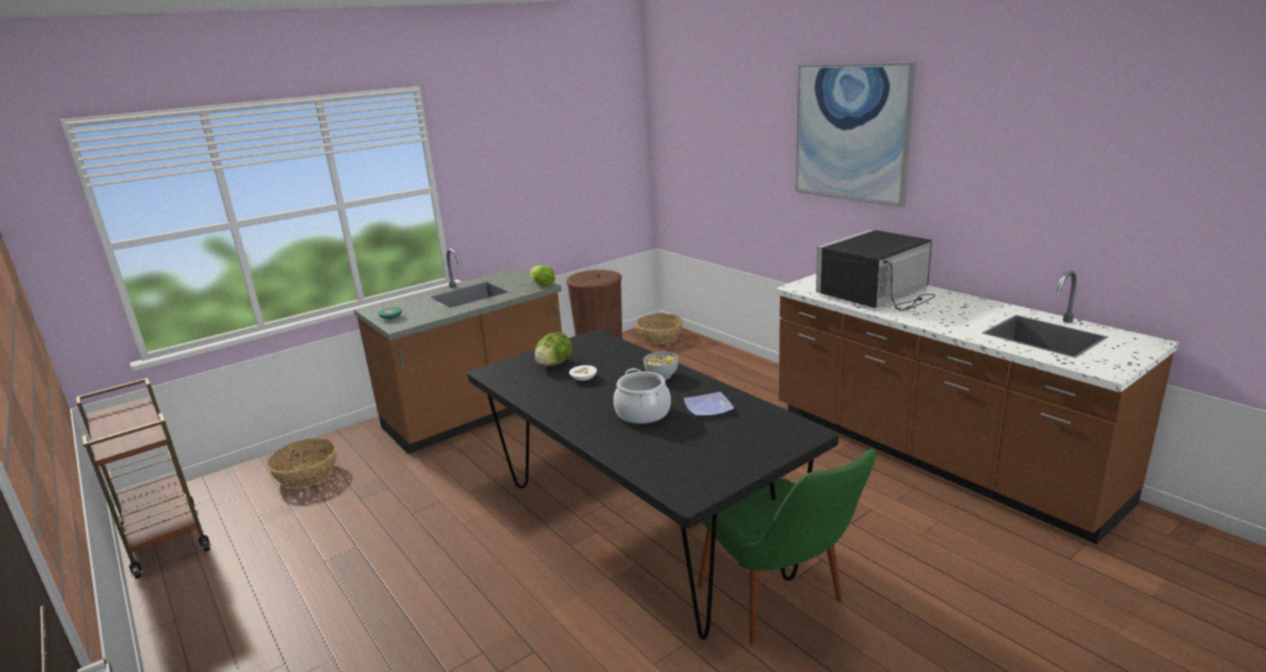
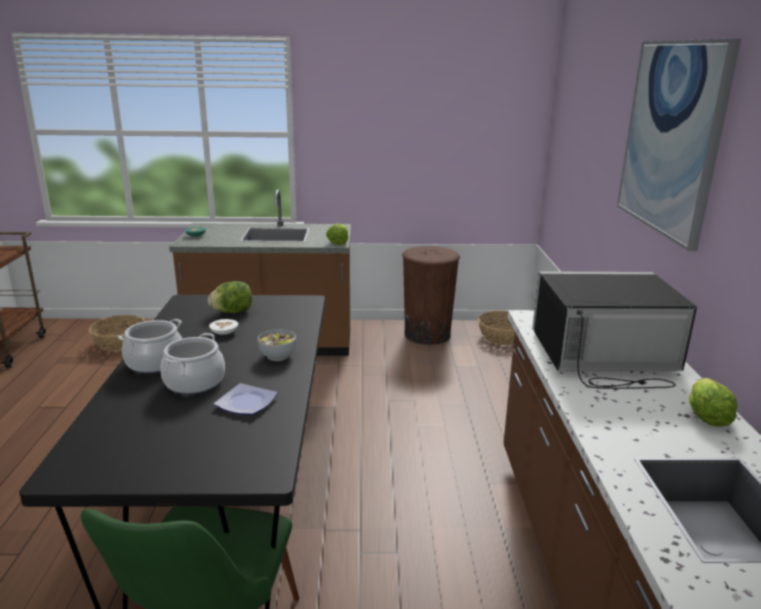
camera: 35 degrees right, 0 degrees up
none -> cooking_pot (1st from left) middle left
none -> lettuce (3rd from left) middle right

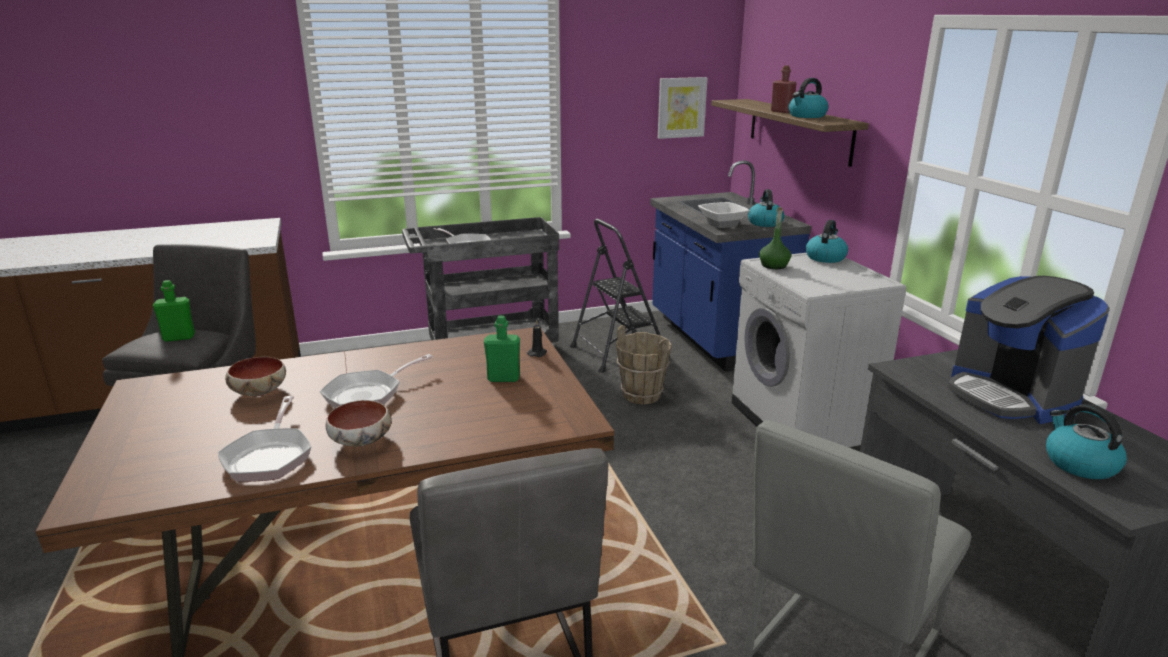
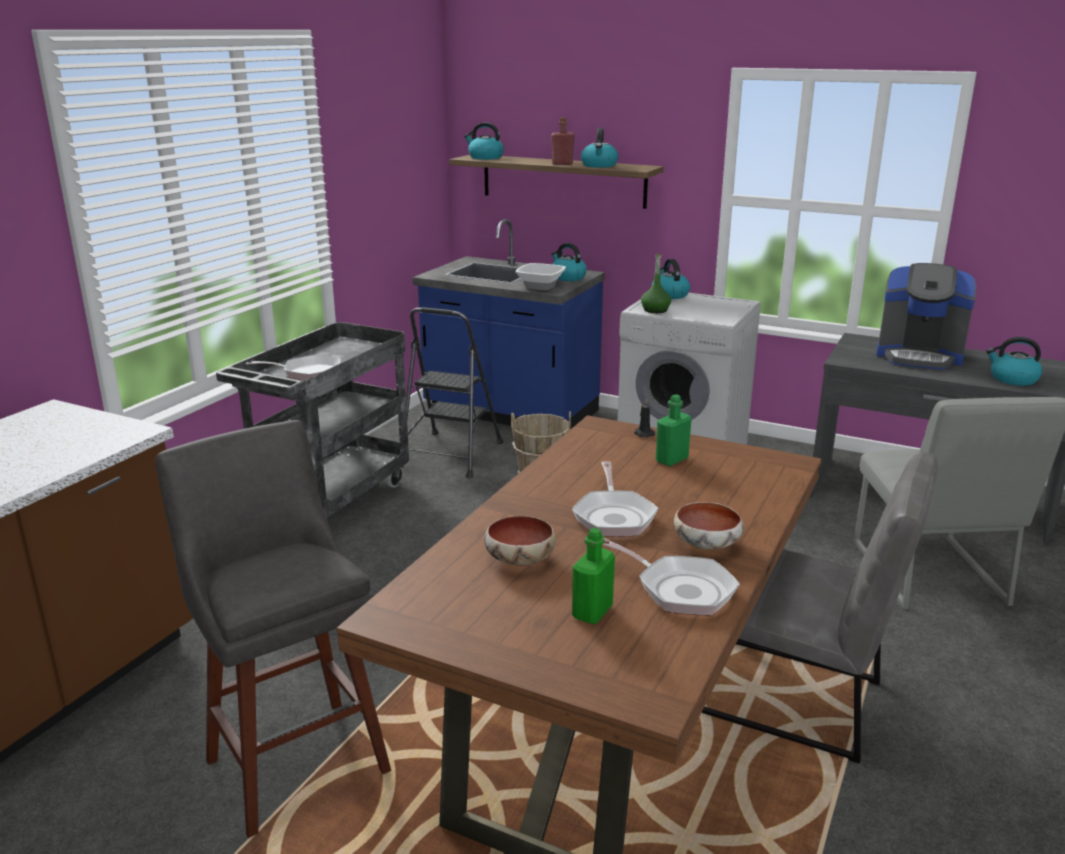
camera: 45 degrees left, 0 degrees up
picture top centre -> none
none -> kettle (1st from left) top centre
green_bottle (1st from left) middle left -> green_bottle (1st from left) bottom centre, move

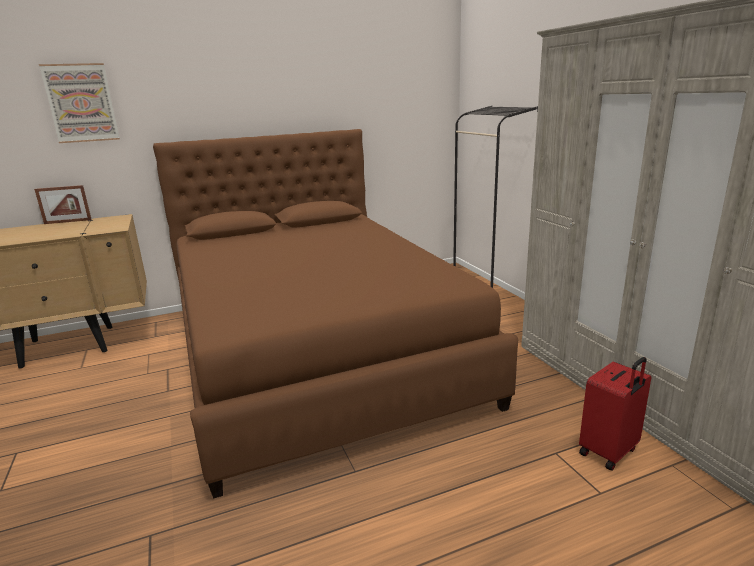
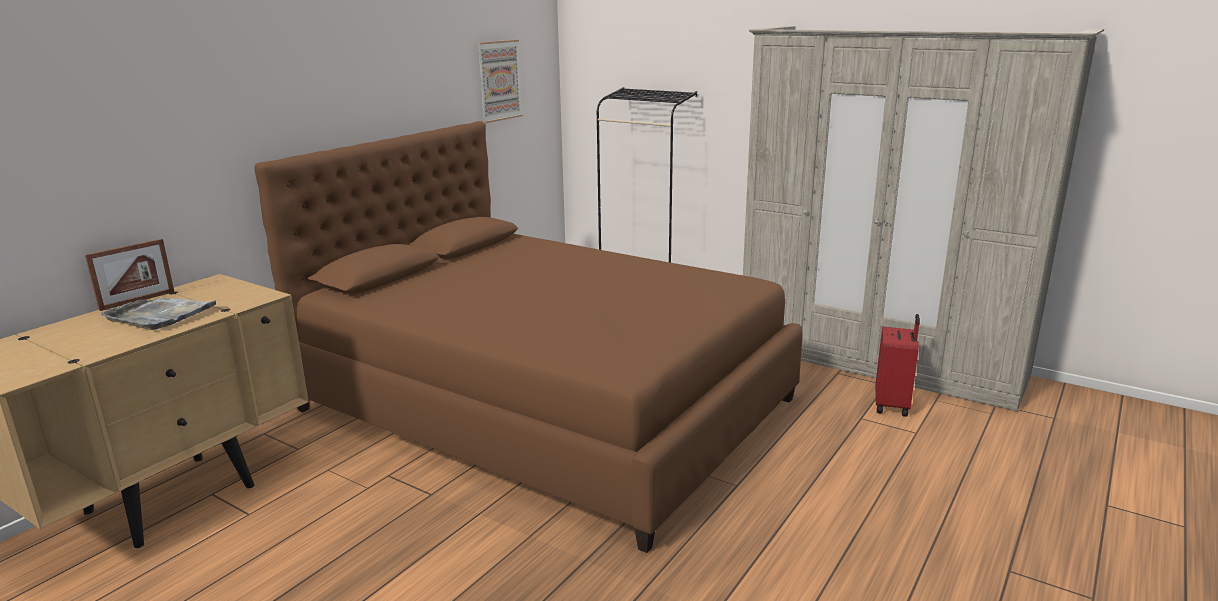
camera: 35 degrees left, 0 degrees up
none -> grey_tray middle left
picture top left -> picture top centre, move

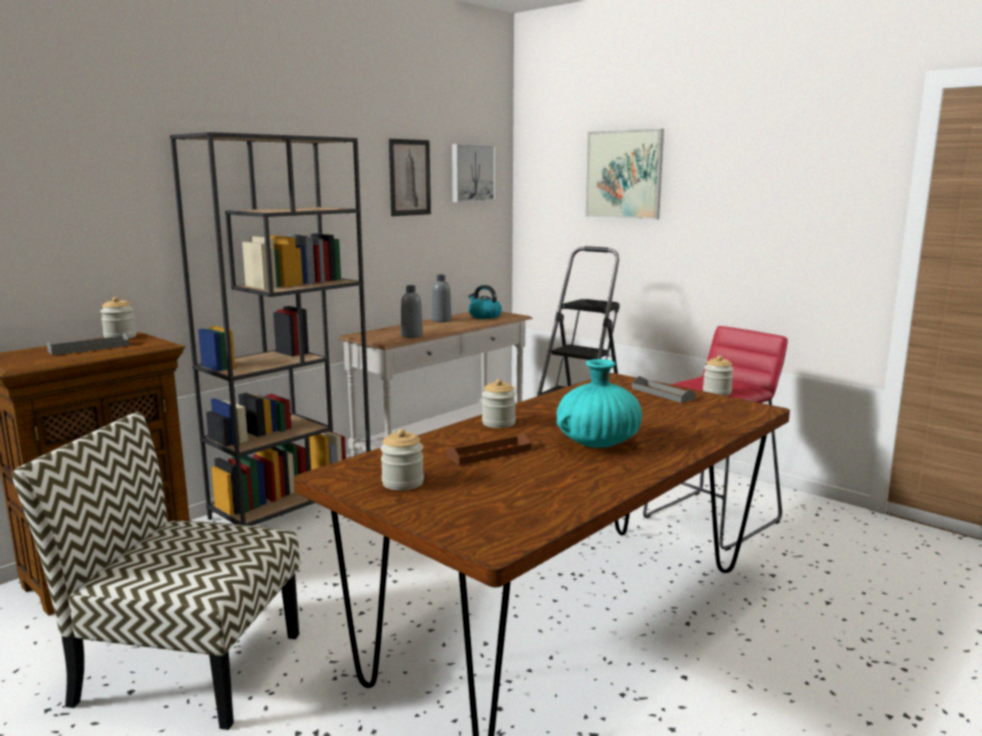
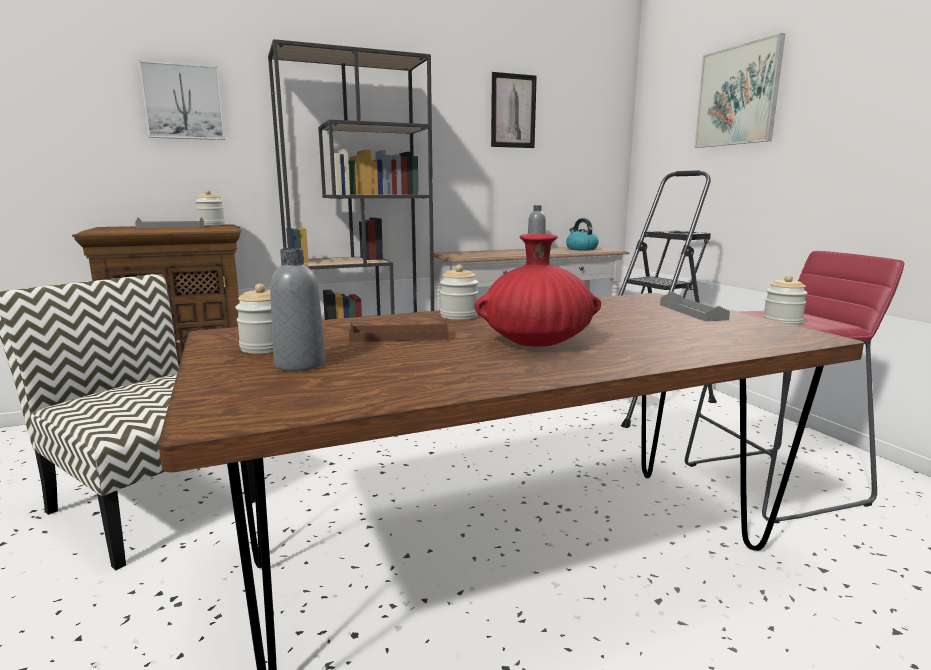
camera: 25 degrees right, 0 degrees up
grey_bottle (1st from left) centre -> grey_bottle (1st from left) middle left, move
picture (2nd from left in the first image) top centre -> picture (1st from left) top left, move
turquoise_vase centre -> red_vase centre

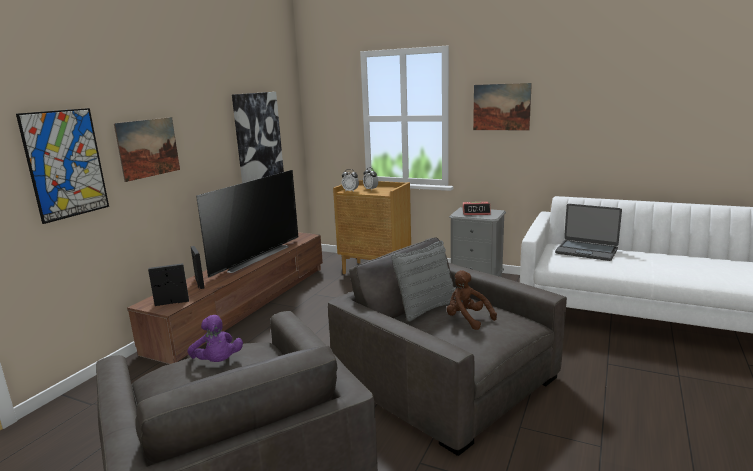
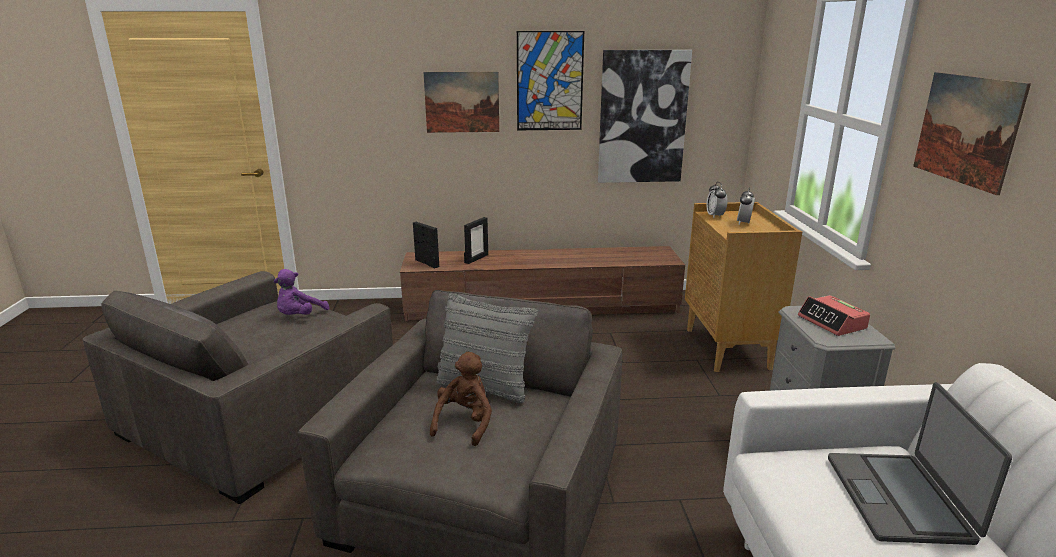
camera: 60 degrees right, 5 degrees up
television middle left -> none
picture (1st from left in the first image) middle left -> picture (2nd from left) top centre, move

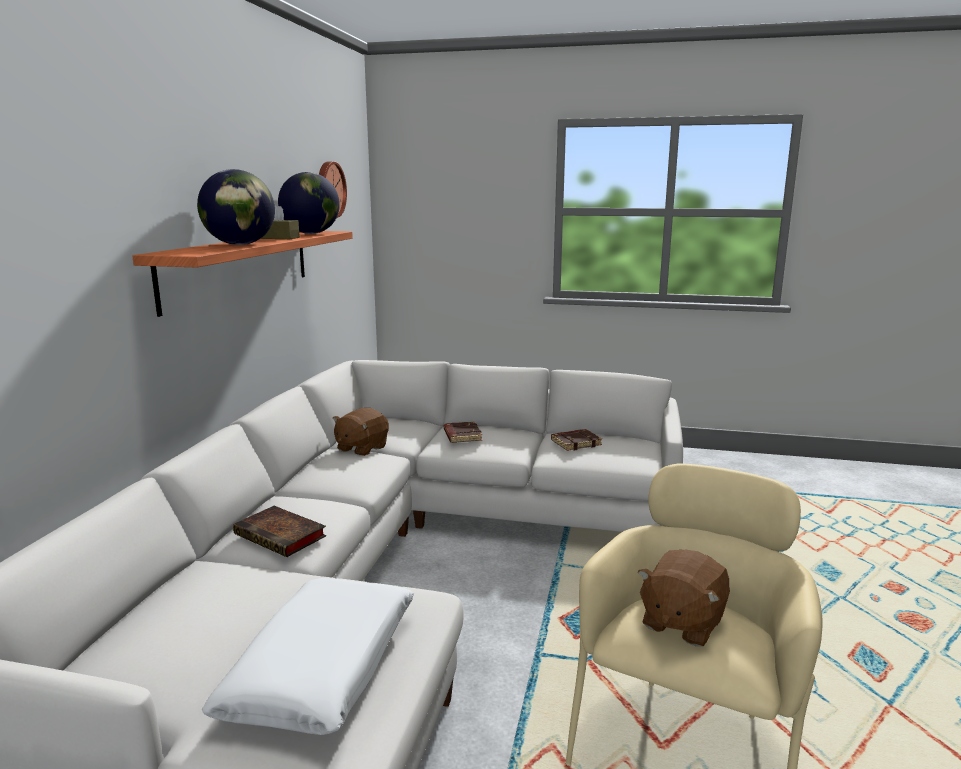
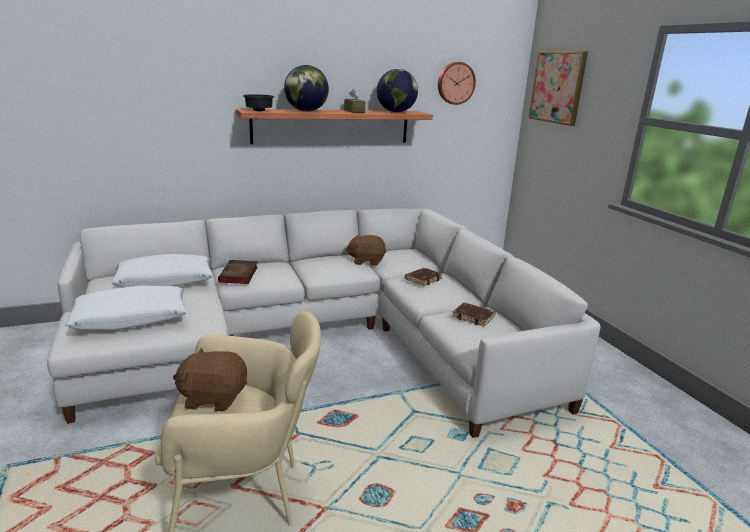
camera: 55 degrees right, 5 degrees up
none -> white_pillow (2nd from left) middle left
none -> black_bowl top centre
none -> picture top right

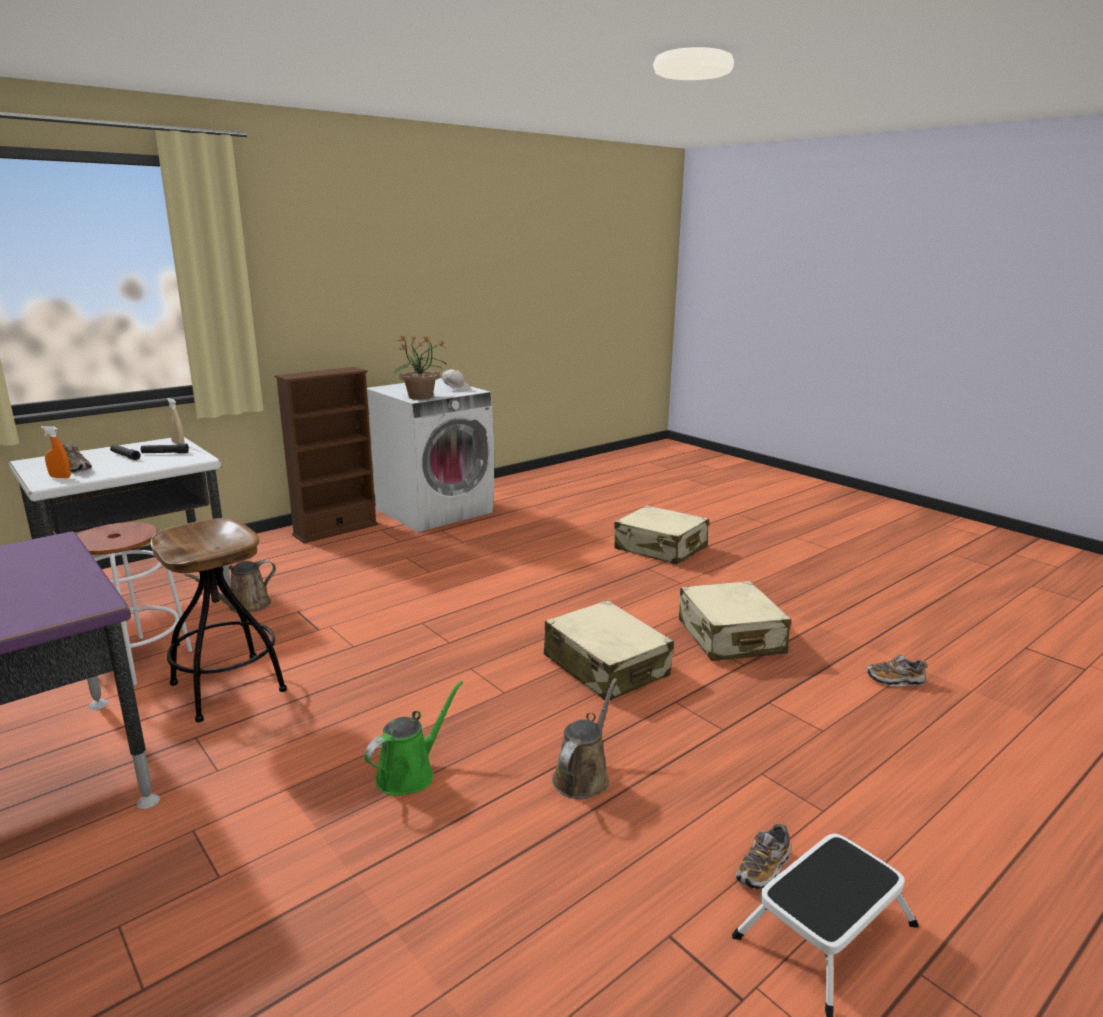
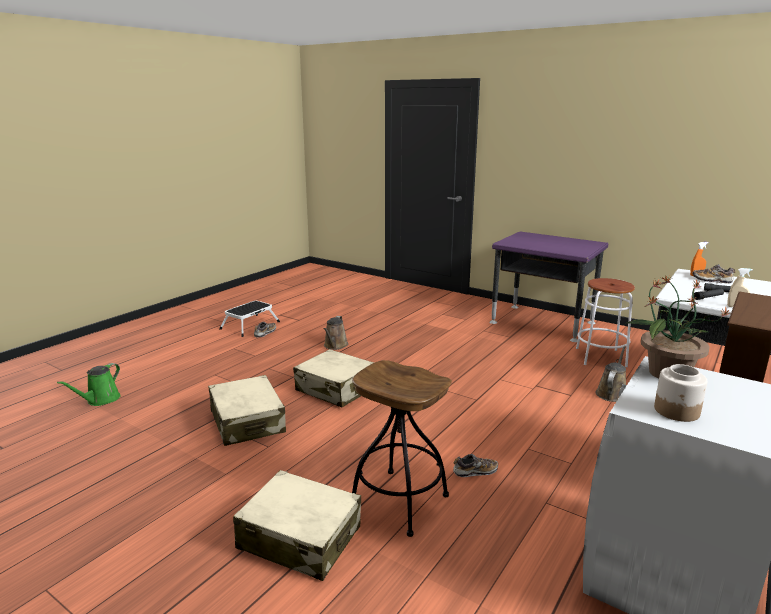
camera: 165 degrees right, 0 degrees up
brown_stool middle left -> brown_stool bottom centre, move
green_watering_can bottom centre -> green_watering_can middle left, move
shoe (3rd from left in the first image) middle right -> shoe (2nd from left) bottom centre, move
white_cap centre -> jar middle right

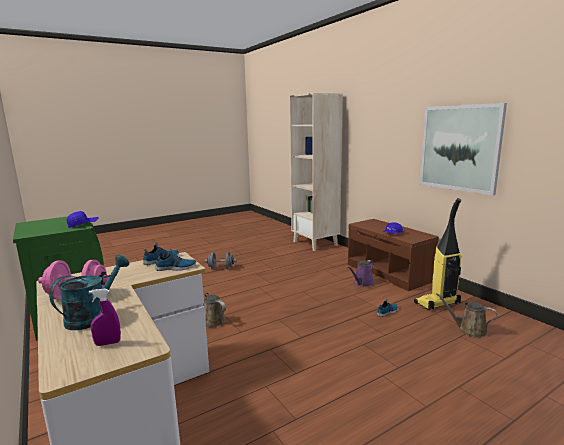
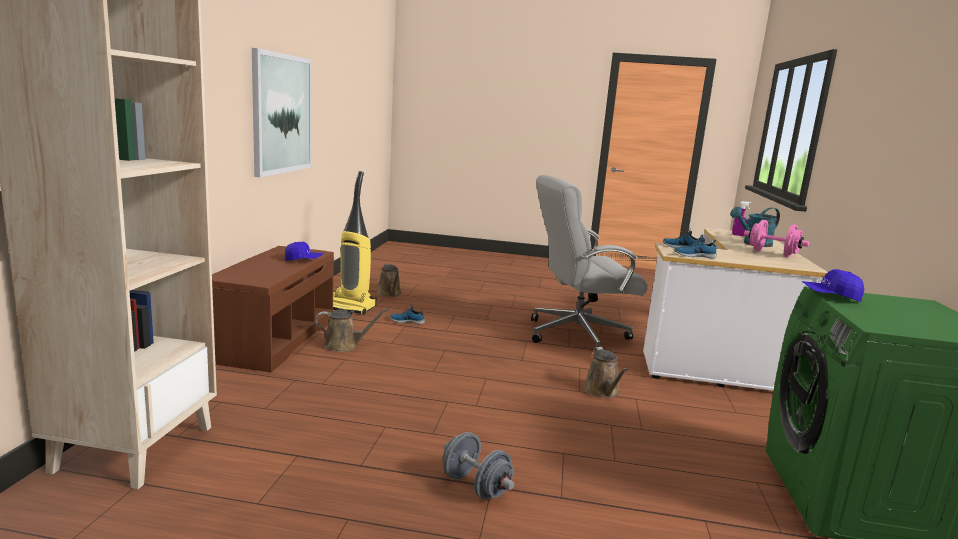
camera: 140 degrees left, 0 degrees up
none -> grey_office_chair centre
purple_watering_can centre -> brown_watering_can (1st from left) centre

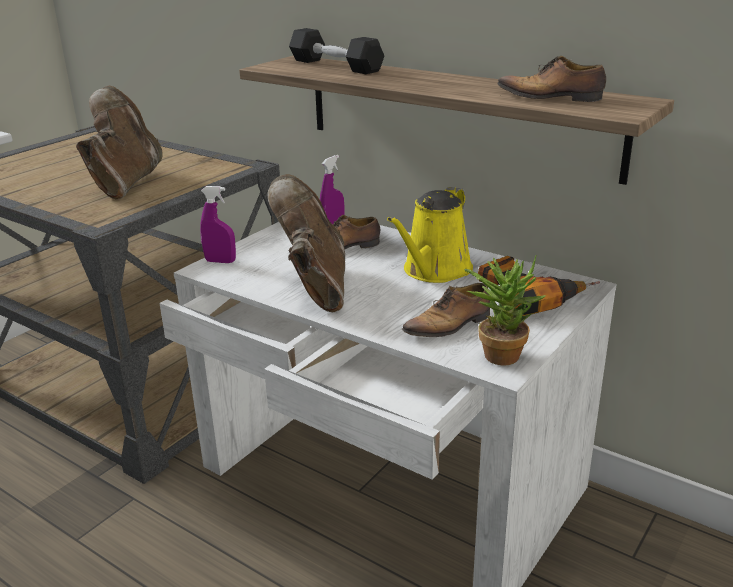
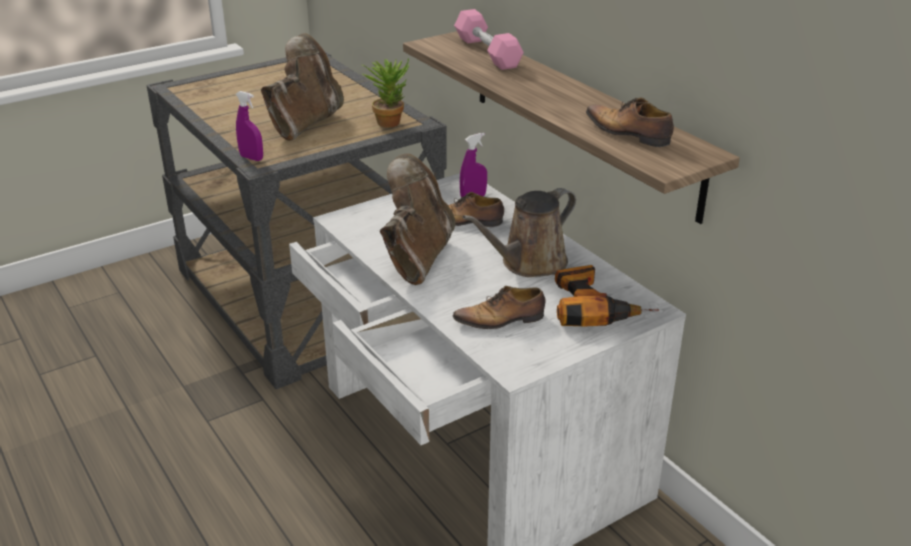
camera: 20 degrees right, 5 degrees up
purple_spray_bottle (1st from left) middle left -> purple_spray_bottle (1st from left) top left, move
potted_plant middle right -> potted_plant top centre, move
black_dumbbell top centre -> pink_dumbbell top centre
yellow_watering_can centre -> brown_watering_can centre

